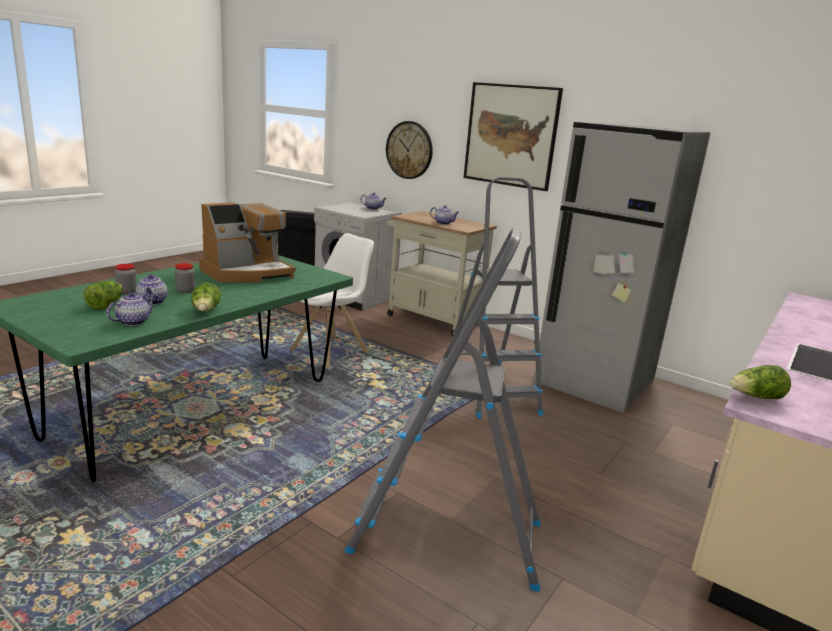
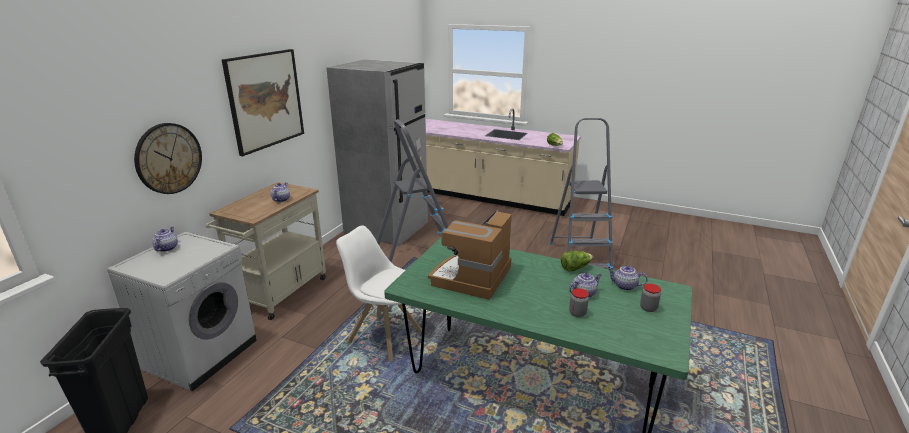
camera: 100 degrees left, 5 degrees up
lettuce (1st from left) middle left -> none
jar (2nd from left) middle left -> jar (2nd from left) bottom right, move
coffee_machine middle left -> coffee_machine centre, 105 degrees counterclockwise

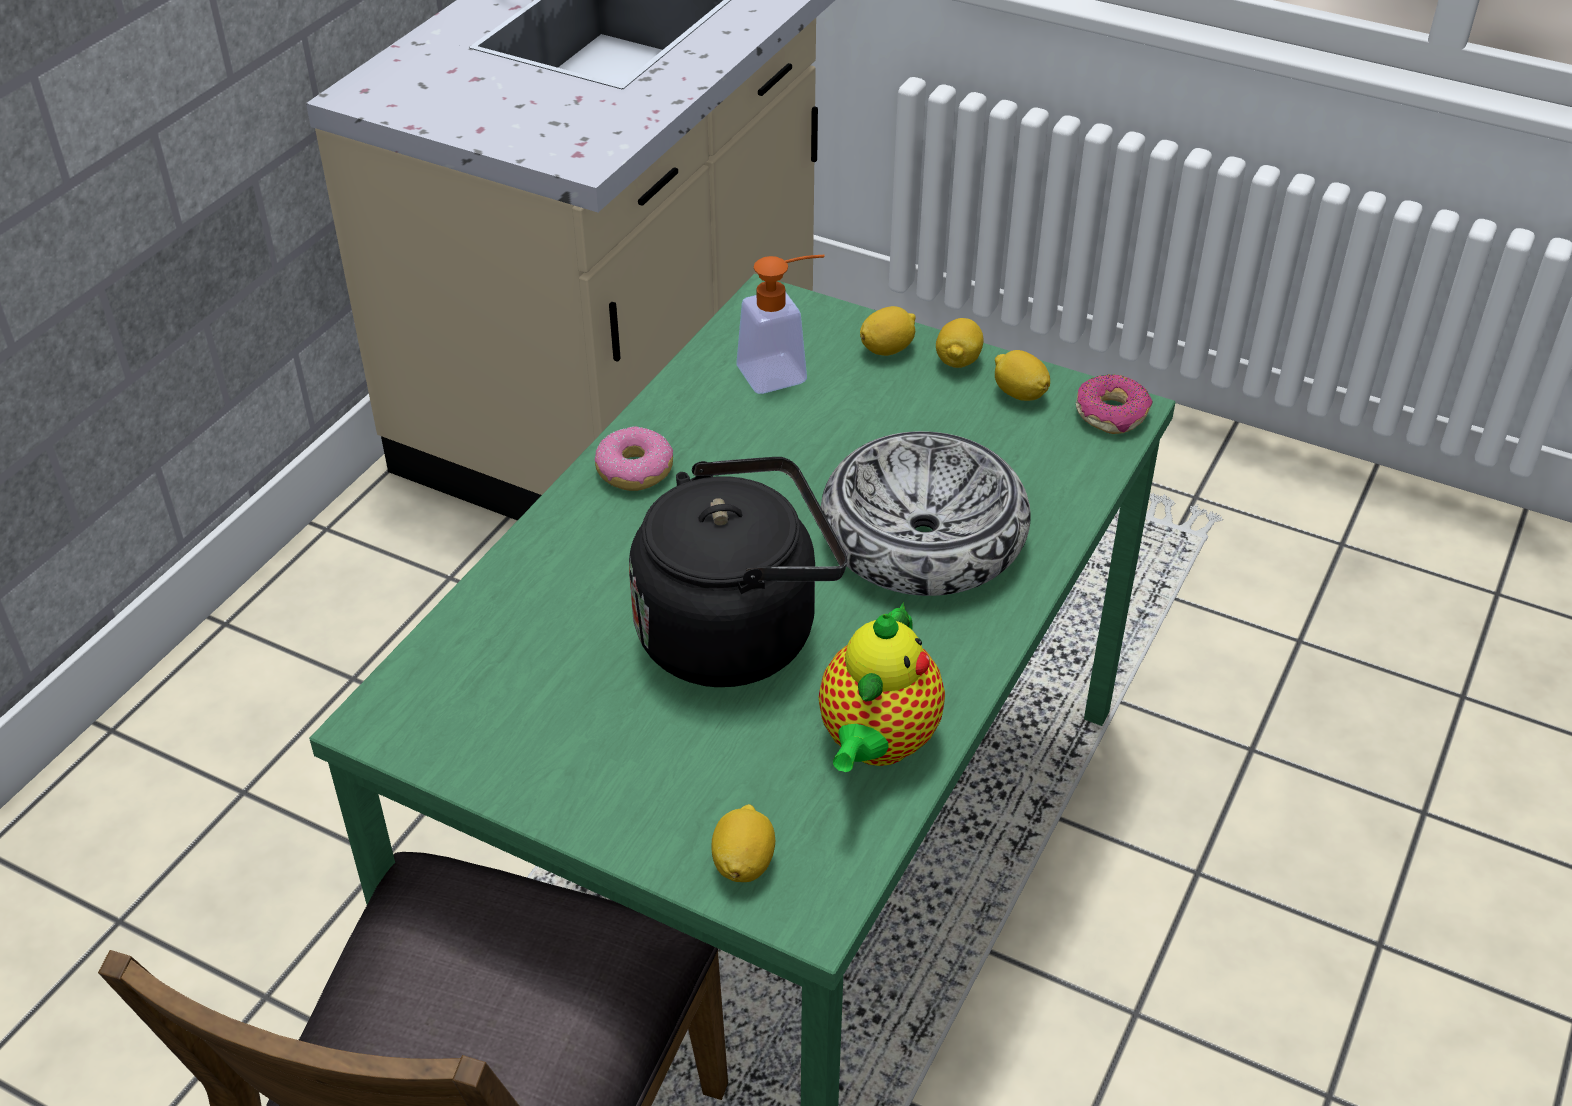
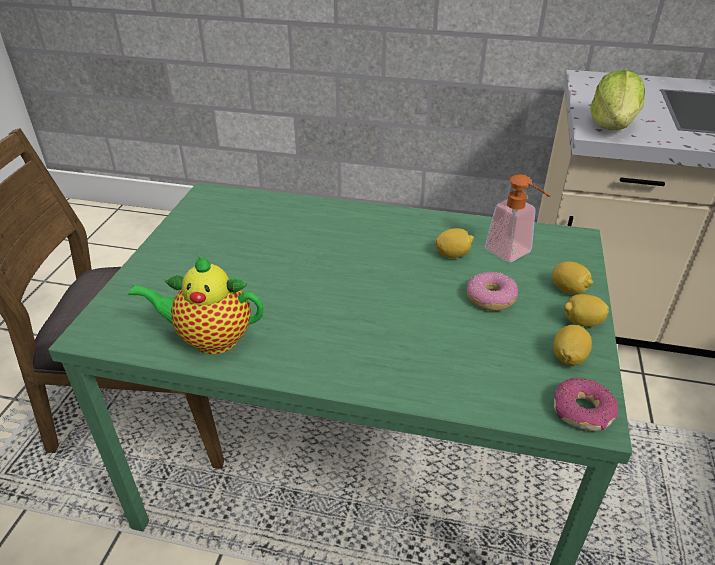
camera: 75 degrees right, 5 degrees down
black_kettle centre -> none
bowl centre -> none
none -> lettuce top right
donut (1st from left) centre -> donut (1st from left) middle right, move
lemon (1st from left) bottom centre -> lemon (1st from left) centre, move

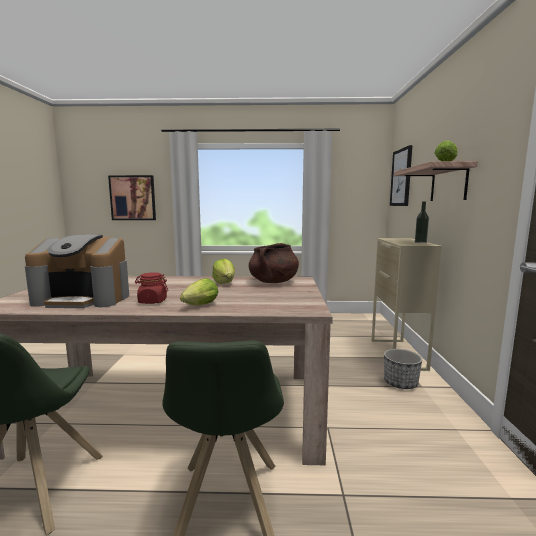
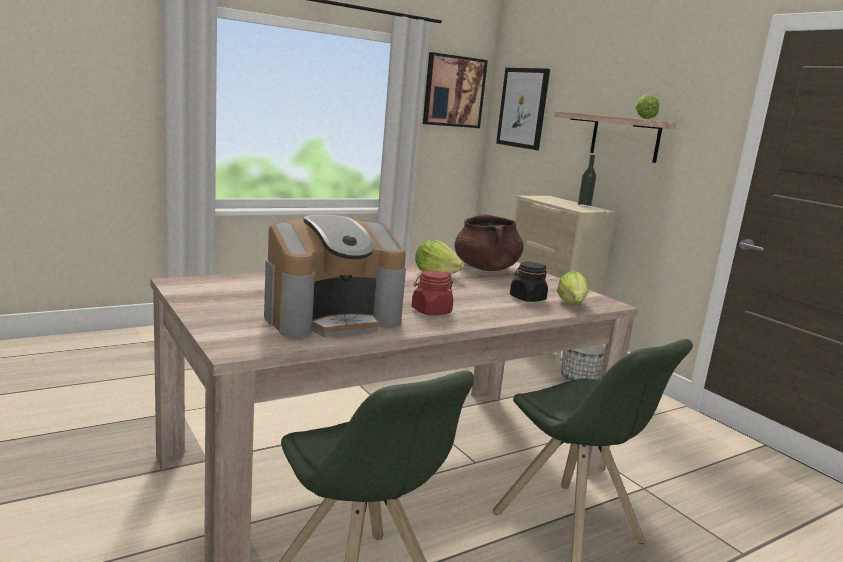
camera: 35 degrees left, 5 degrees up
none -> black_jar centre
picture (1st from left) middle left -> picture (1st from left) top centre, move
lettuce (1st from left in the first image) centre -> lettuce (2nd from left) middle right, move

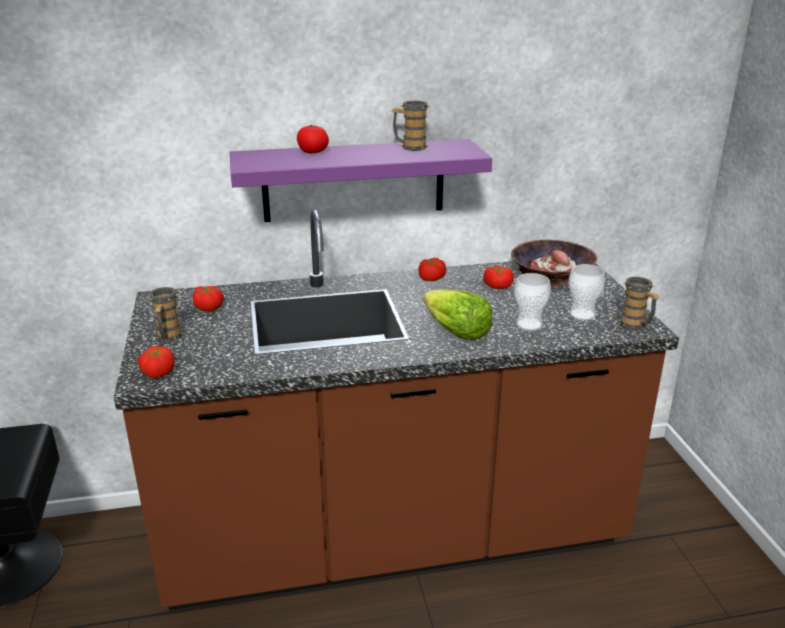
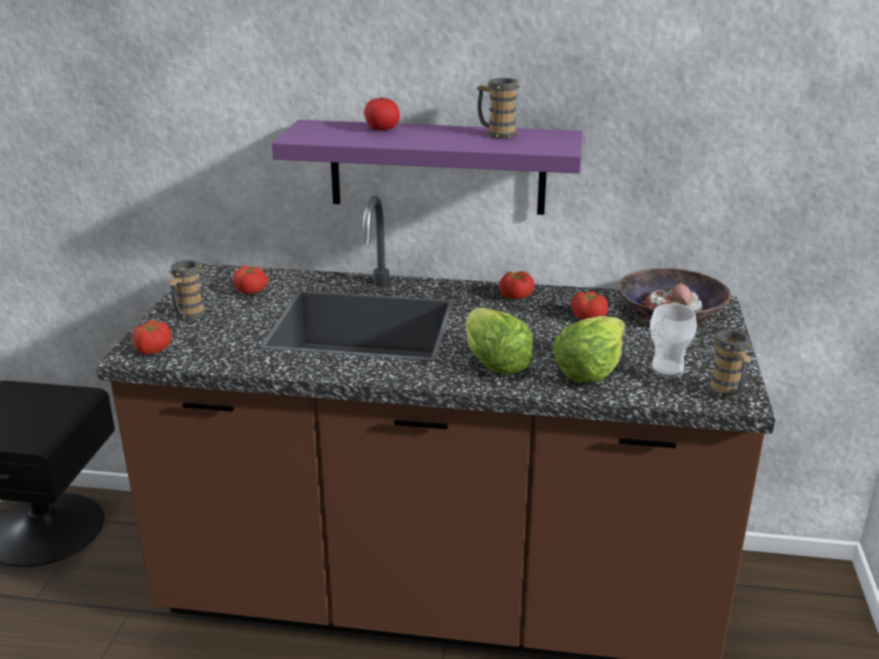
camera: 20 degrees right, 0 degrees up
cup (1st from left) middle right -> lettuce (2nd from left) middle right

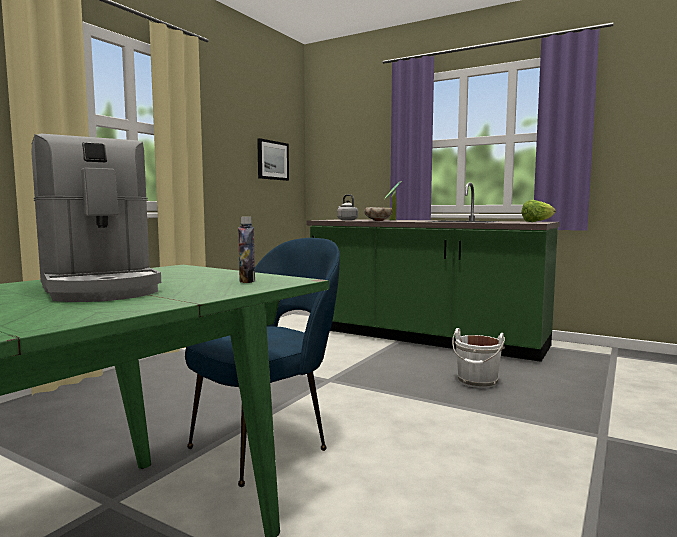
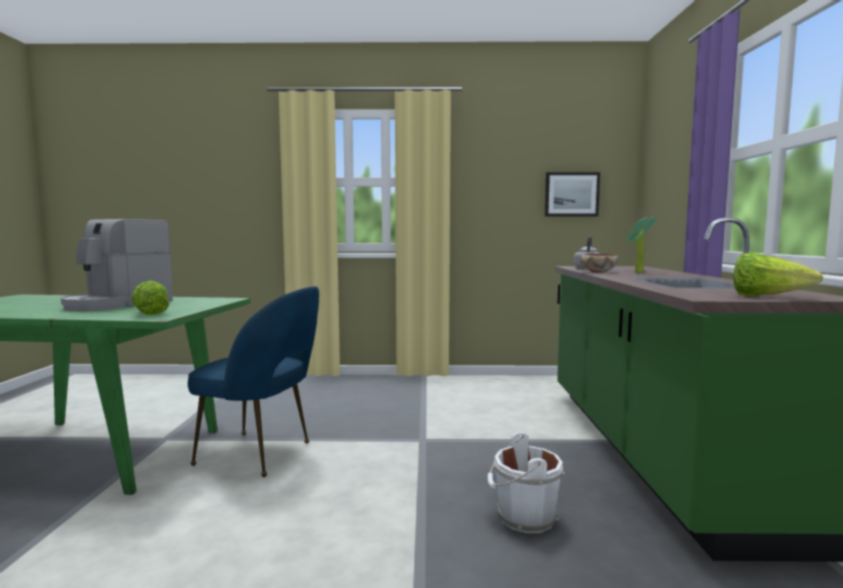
camera: 60 degrees right, 0 degrees up
bottle centre -> lettuce (1st from left) middle left

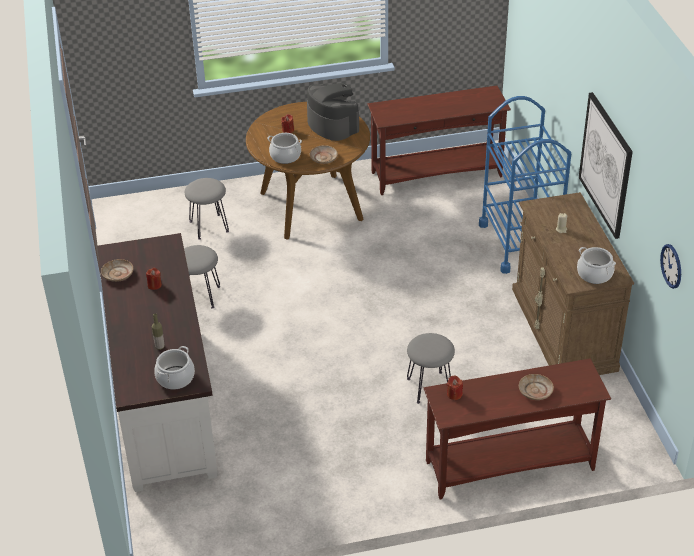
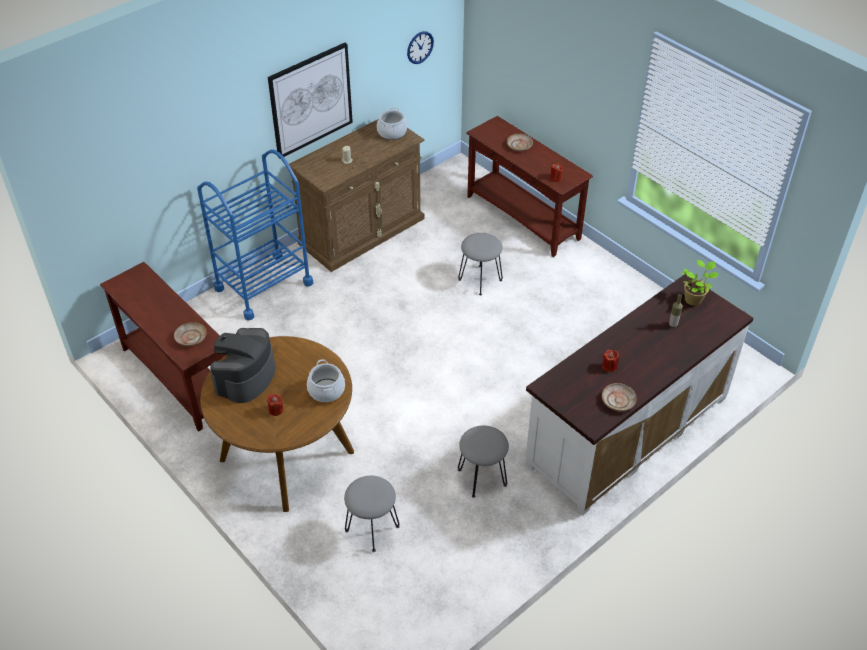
camera: 120 degrees left, 5 degrees up
beige_plate (2nd from left in the first image) top centre -> beige_plate (1st from left) middle left, move
cooking_pot (1st from left) middle left -> potted_plant middle right

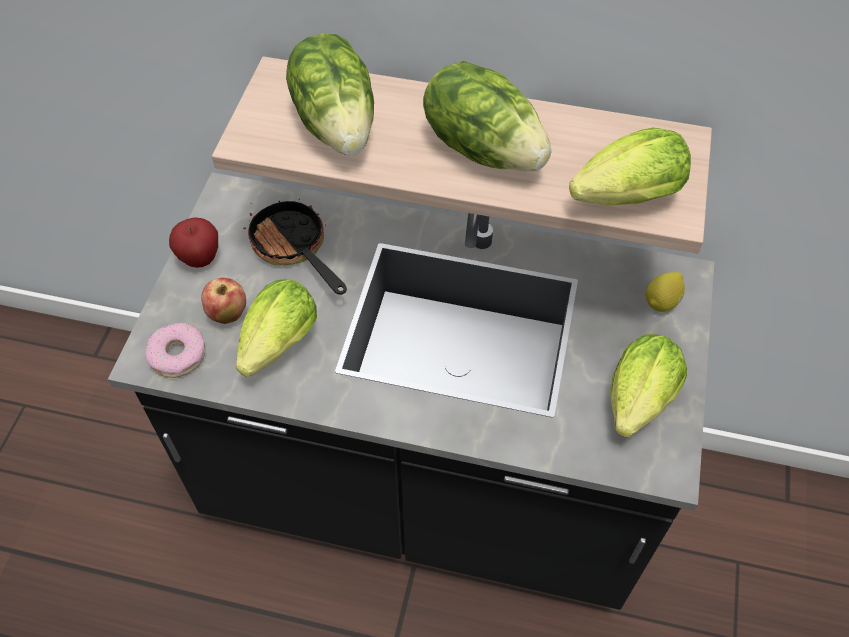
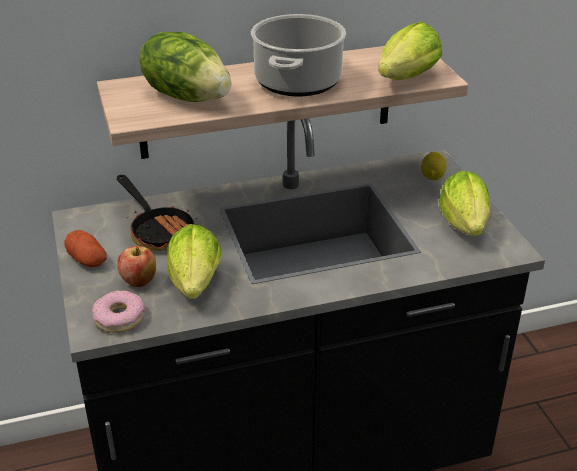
camera: 30 degrees left, 20 degrees down
apple (1st from left) middle left -> potato middle left
lettuce (3rd from left) top centre -> cooking_pot top centre
frying_pan centre -> frying_pan middle left, 150 degrees counterclockwise

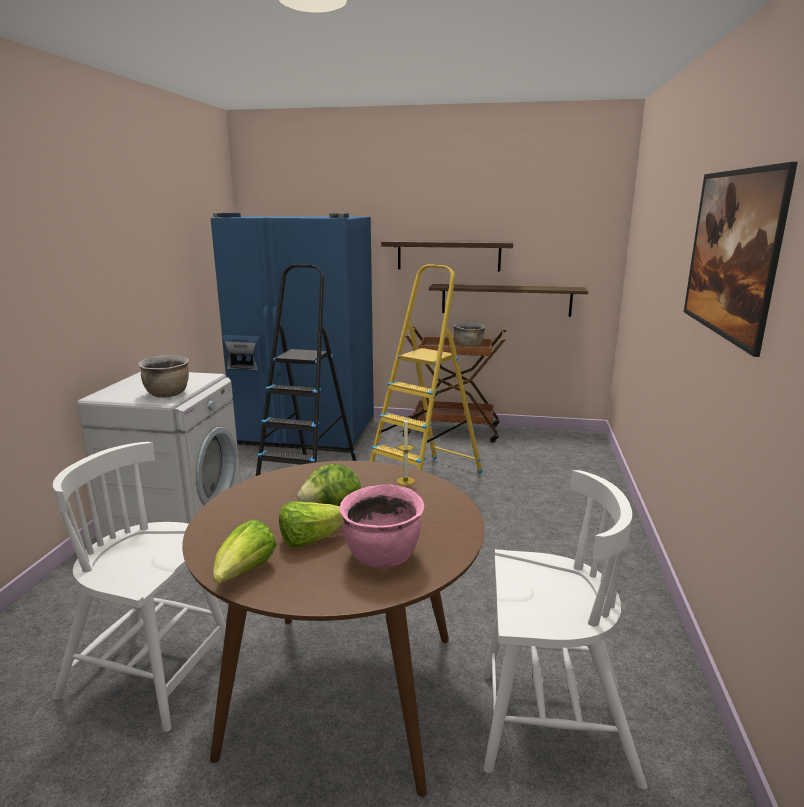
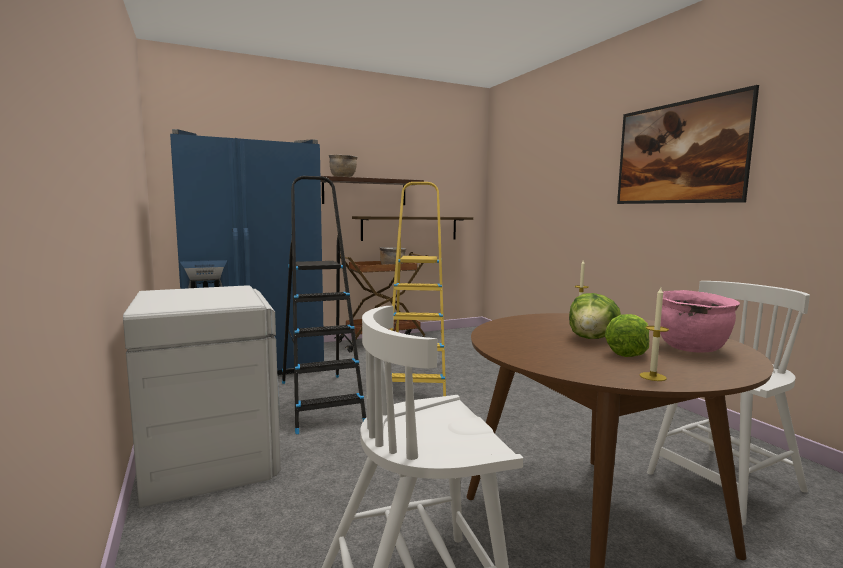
camera: 35 degrees left, 10 degrees down
brown_cooking_pot (1st from left) middle left -> brown_cooking_pot (1st from left) top centre, move
lettuce (1st from left) bottom left -> candle (2nd from left) middle right

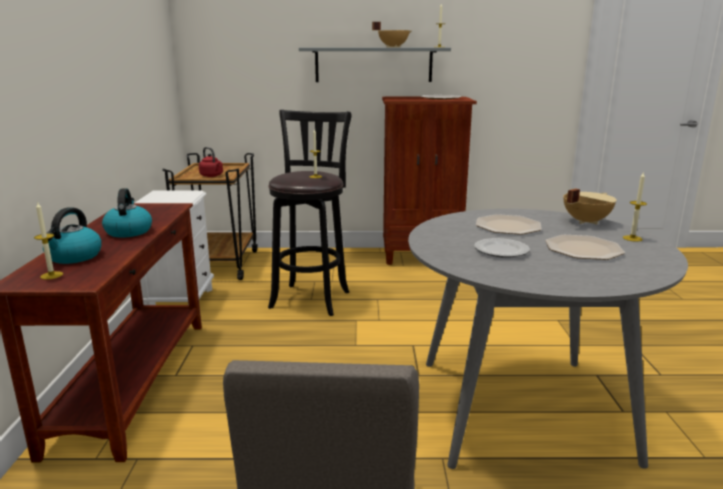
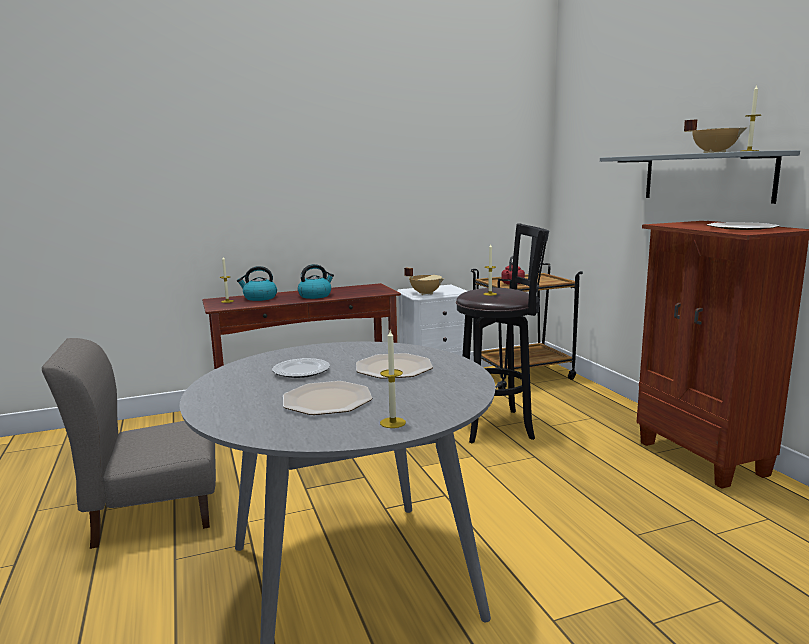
camera: 70 degrees right, 5 degrees down
beige_cooking_pot (2nd from left in the first image) middle right -> beige_cooking_pot (1st from left) centre, move

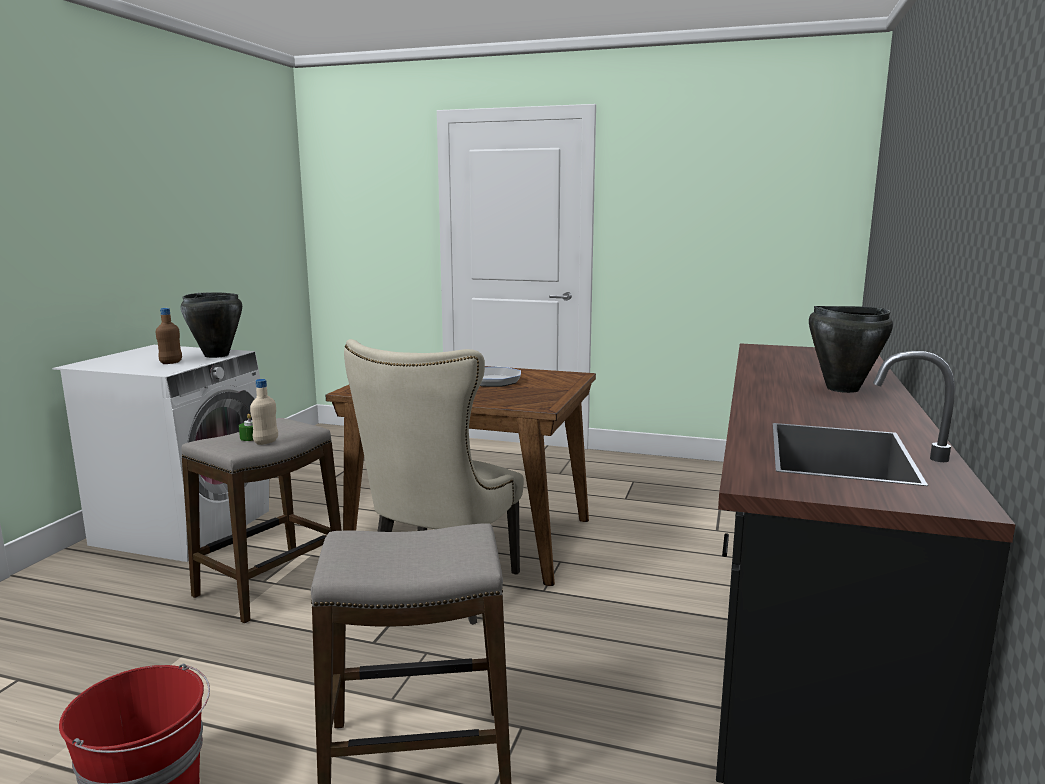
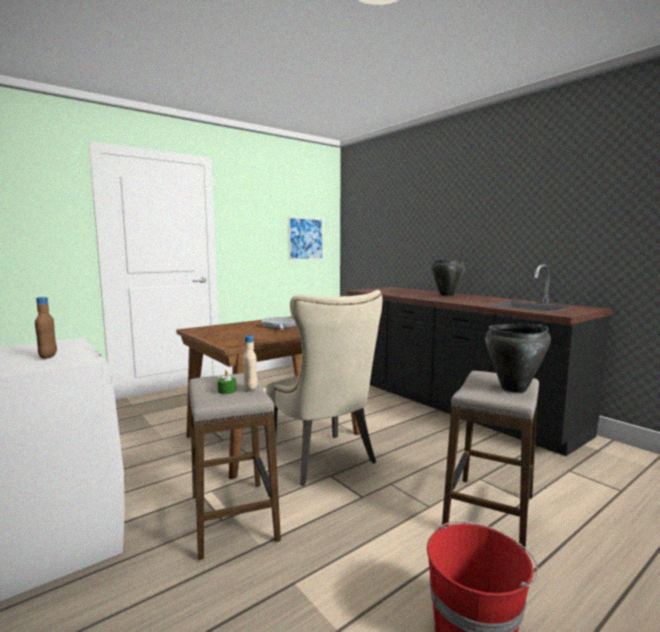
camera: 55 degrees left, 5 degrees down
none -> picture centre
black_cooking_pot (1st from left in the first image) middle left -> black_cooking_pot (2nd from left) middle right, move

